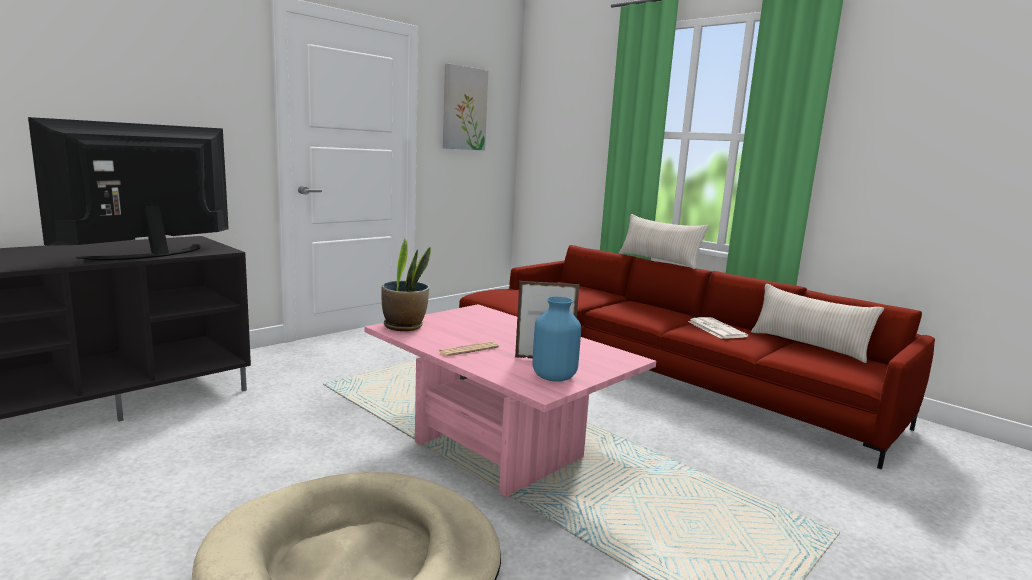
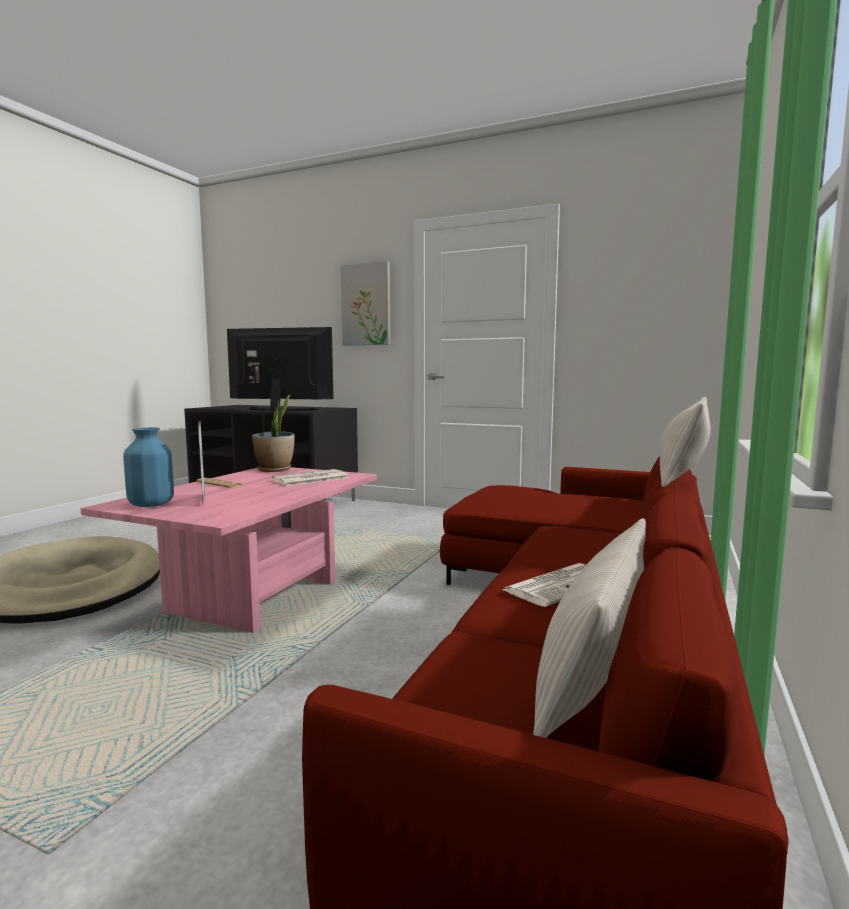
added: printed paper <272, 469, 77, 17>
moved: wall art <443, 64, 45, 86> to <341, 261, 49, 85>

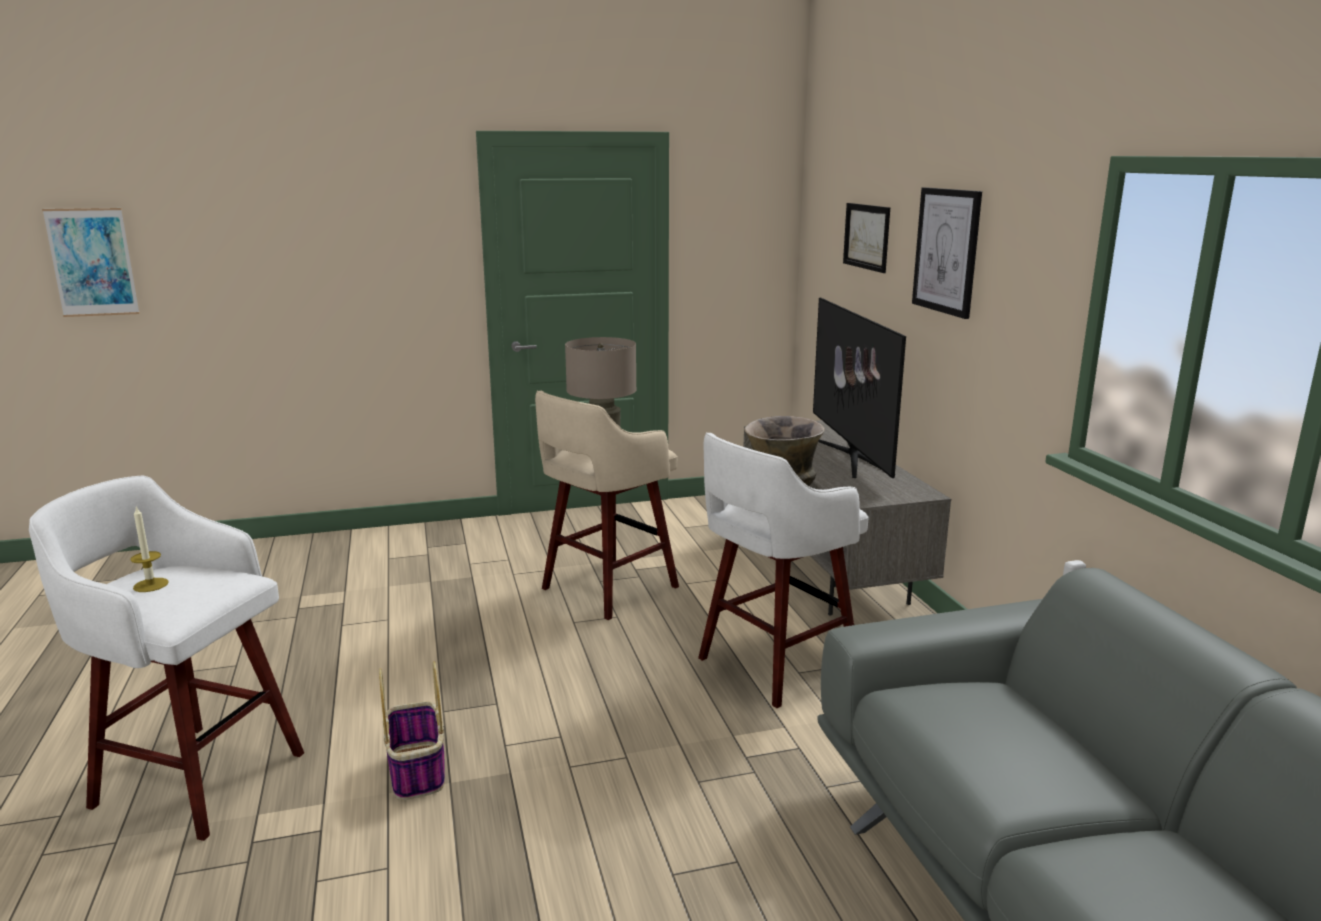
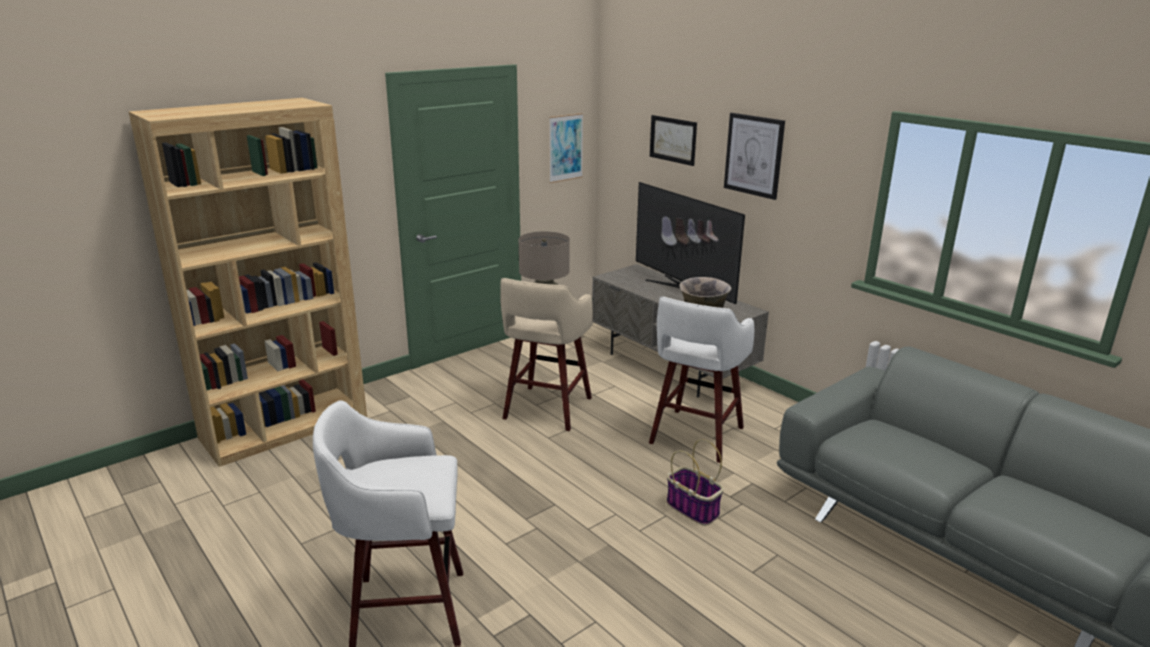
removed: candle <130, 506, 39, 86>
added: brownish shelving unit <129, 98, 238, 369>
moved: wall art <42, 208, 98, 109> to <549, 113, 34, 70>; storage basket <379, 661, 66, 139> to <667, 439, 57, 87>

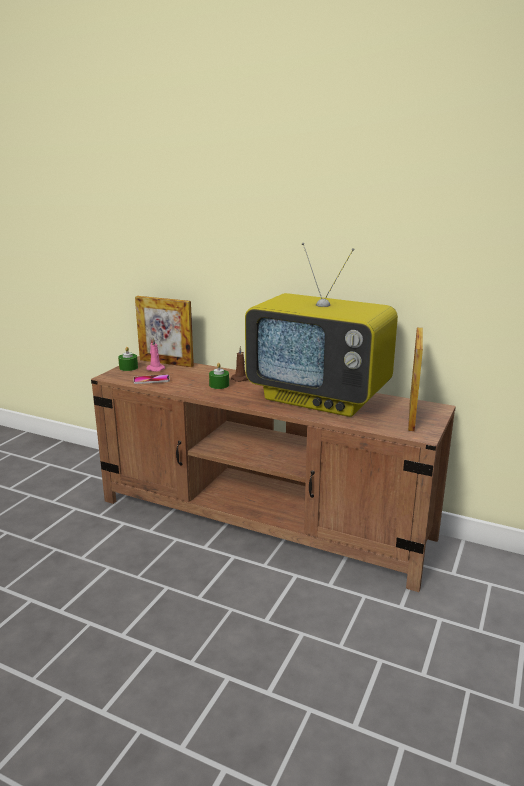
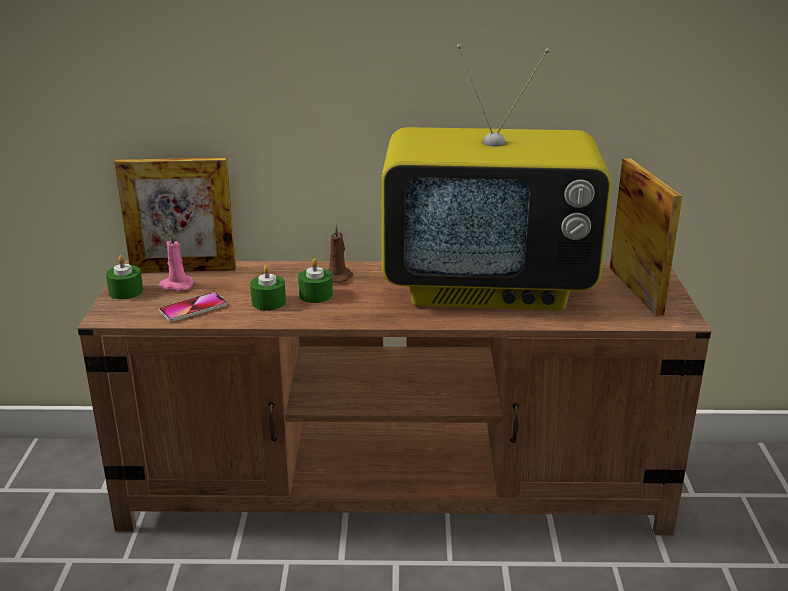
added: green-coloured candle <250, 265, 36, 45>

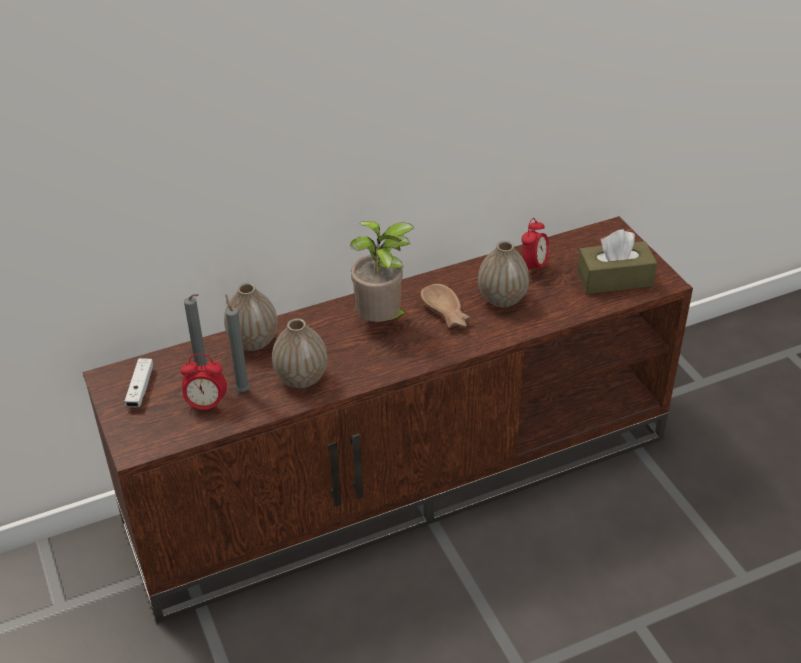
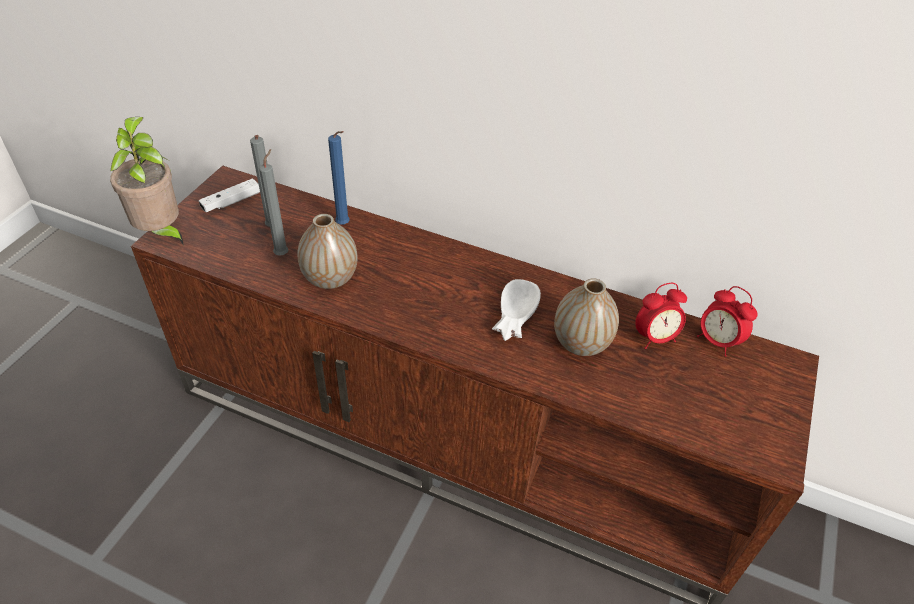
removed: brownish box of tissues <577, 229, 80, 65>
moved: potted plant <350, 221, 64, 101> to <110, 117, 74, 129>; alarm clock <181, 354, 46, 59> to <697, 286, 61, 70>
replaced: vase <224, 283, 54, 68> to blue-coloured candle <328, 131, 22, 94>
recoloured: brownish serving bowl <421, 284, 50, 44> to whitish serving bowl <492, 279, 49, 62>

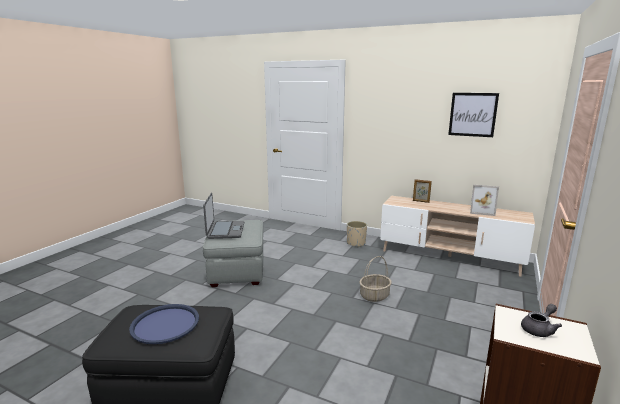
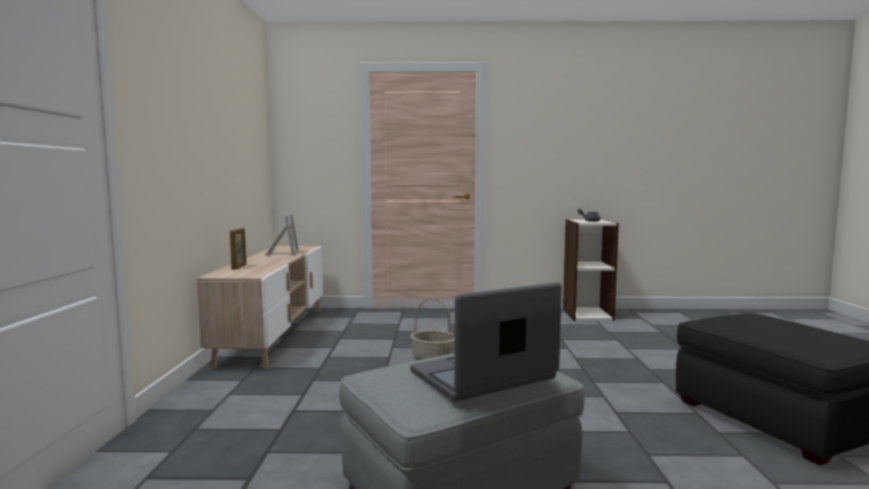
removed: blue-coloured serving tray <129, 304, 70, 40>; beige-coloured plant pot <347, 221, 20, 26>; wall art <448, 93, 51, 44>

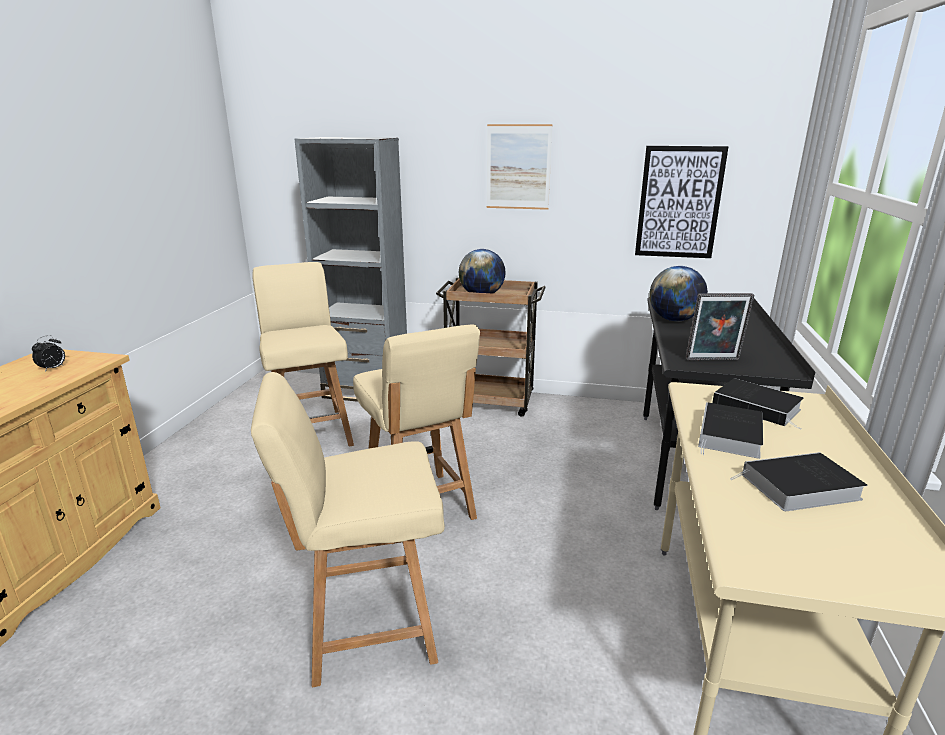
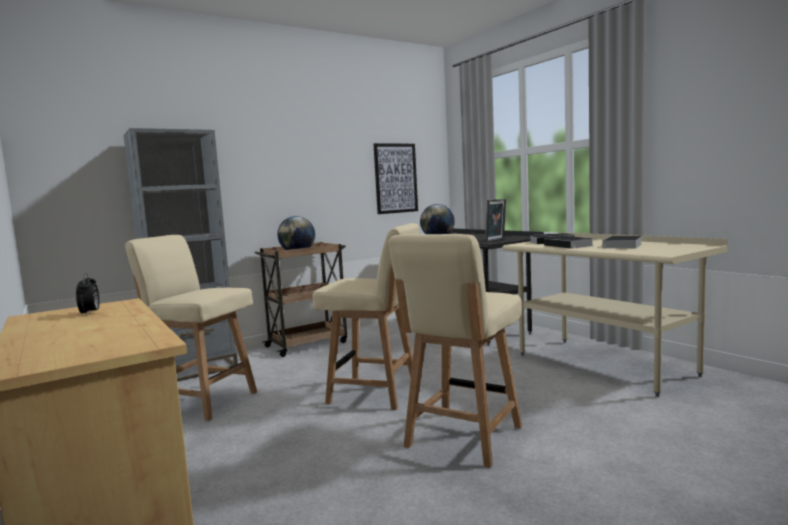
removed: wall art <487, 124, 66, 86>

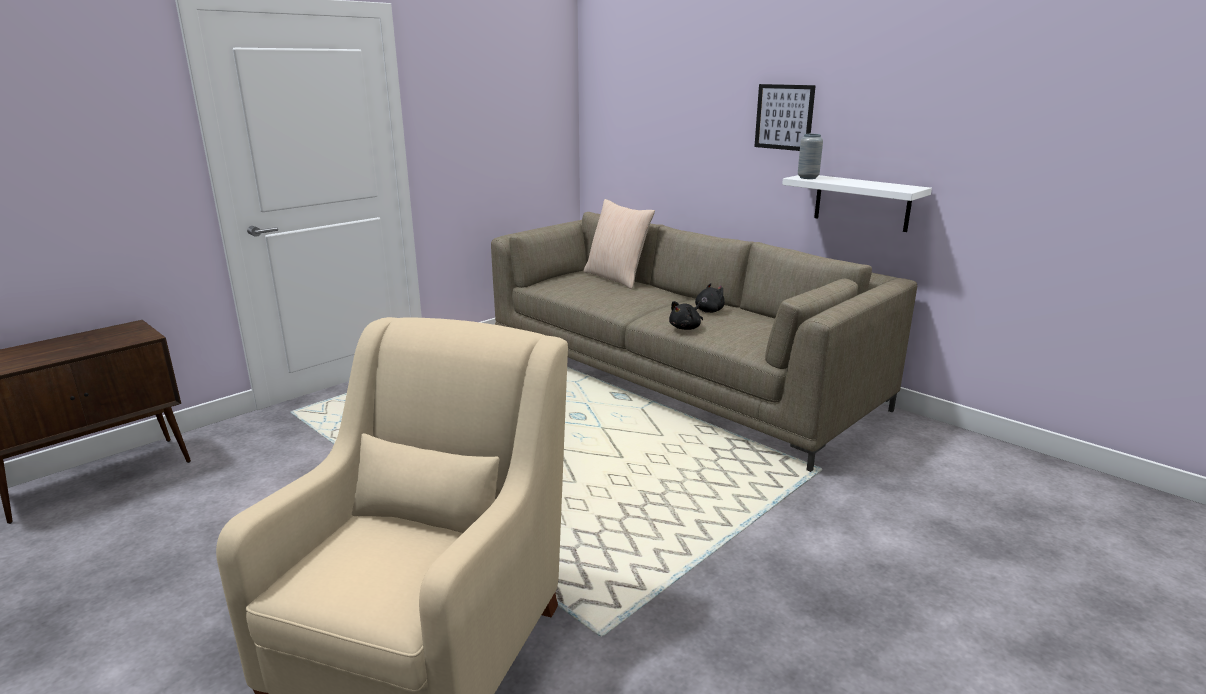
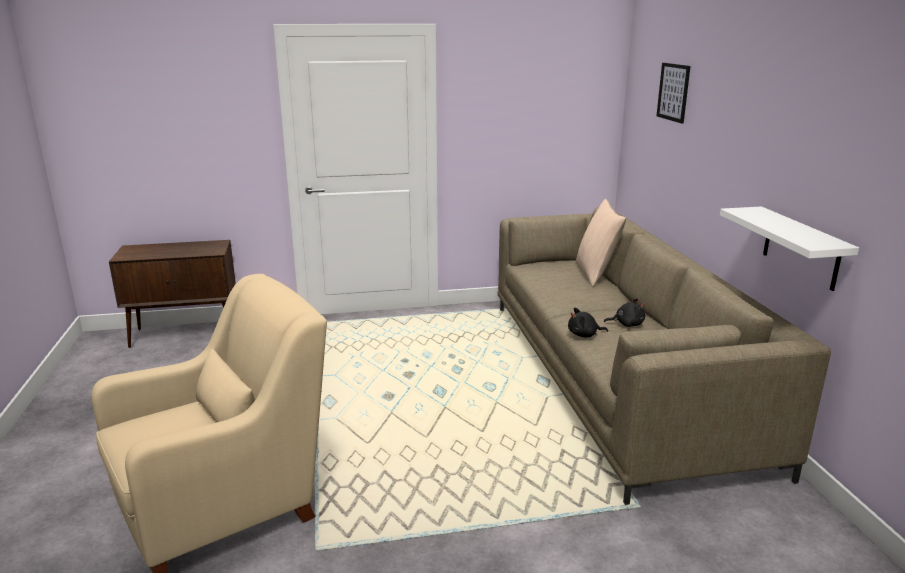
removed: grey vase <798, 134, 25, 45>
moved: wall art <754, 84, 62, 67> to <657, 63, 34, 60>

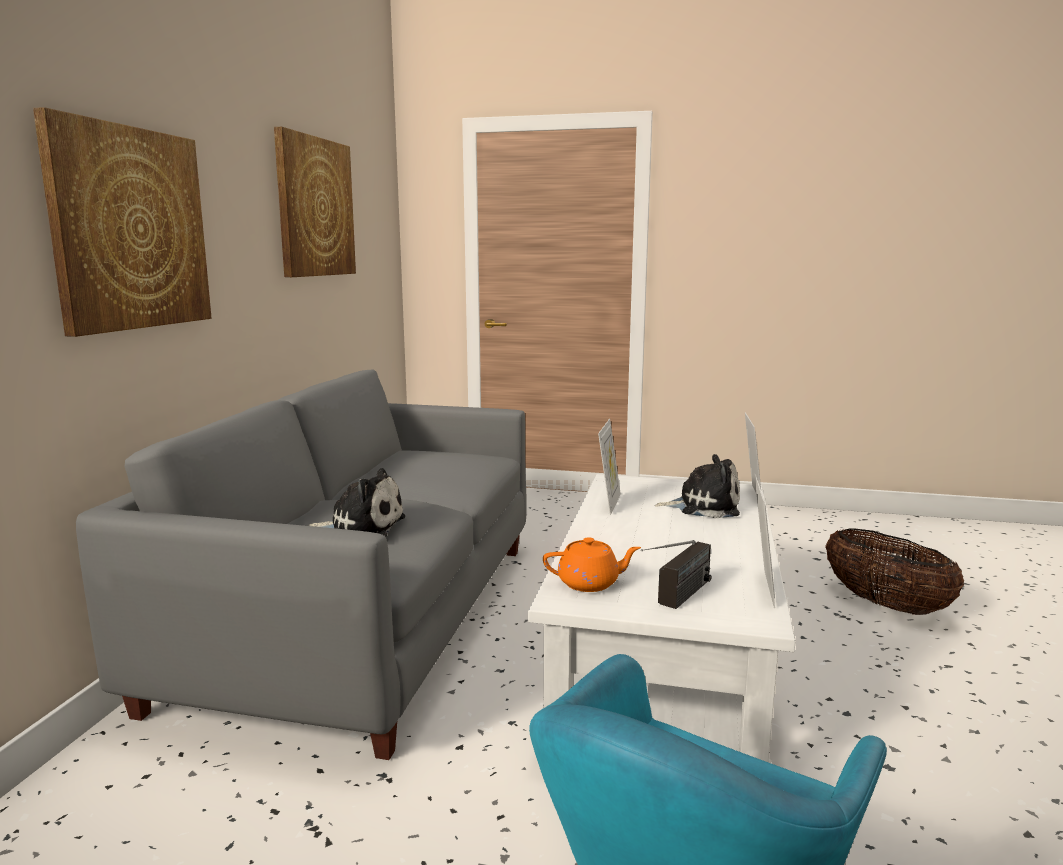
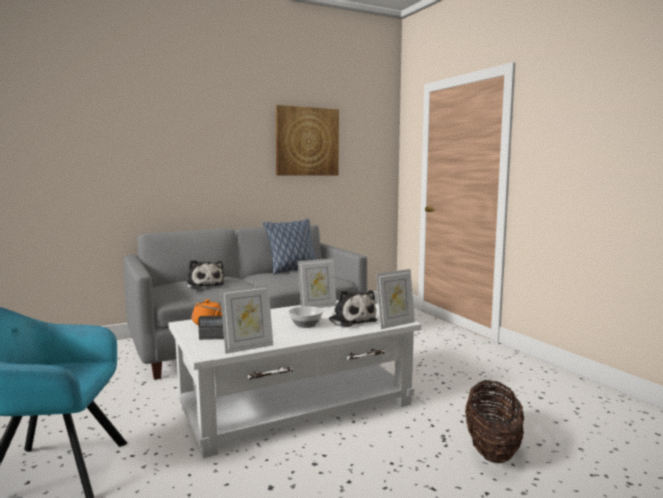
removed: wall art <33, 107, 179, 230>
added: throw pillow <263, 219, 54, 56>; serving bowl <288, 306, 35, 22>

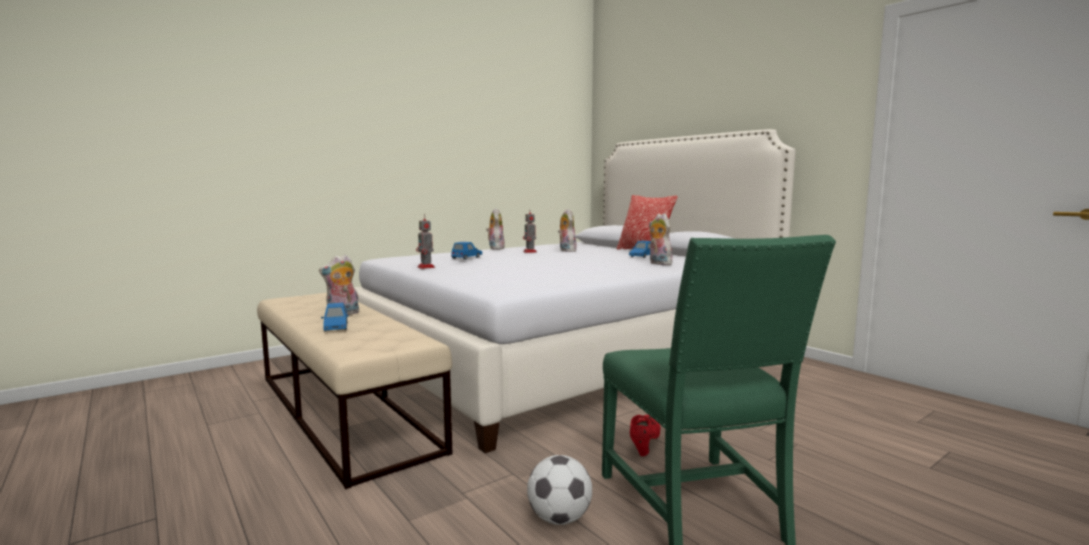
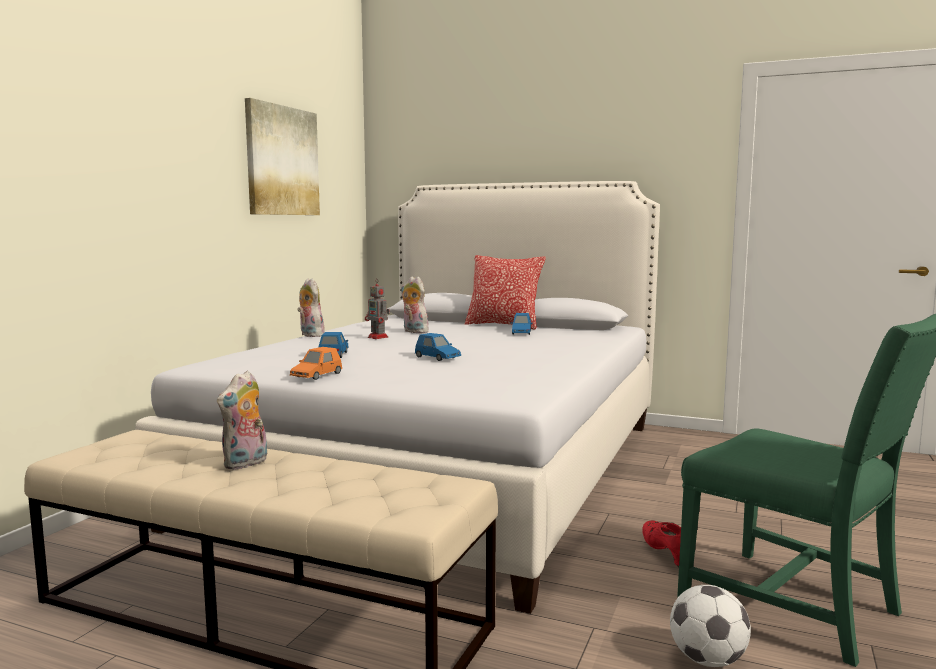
removed: cuddly toy <649, 213, 23, 52>
added: wall art <245, 98, 75, 117>
moved: blue-coloured toy car <321, 303, 28, 28> to <415, 333, 46, 28>
replaced: robot figure <416, 214, 19, 55> to orangey toy car <290, 347, 52, 33>

